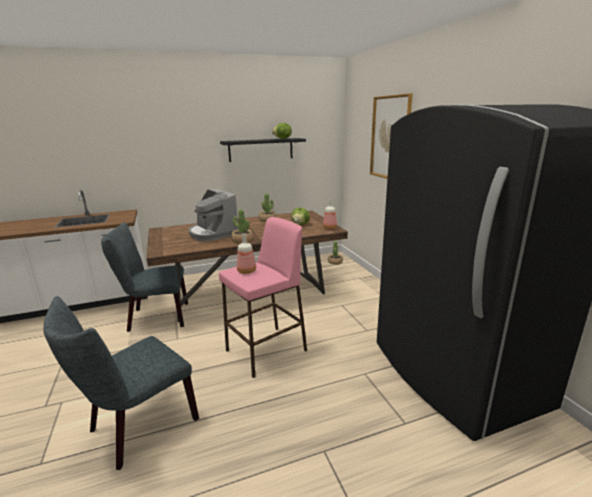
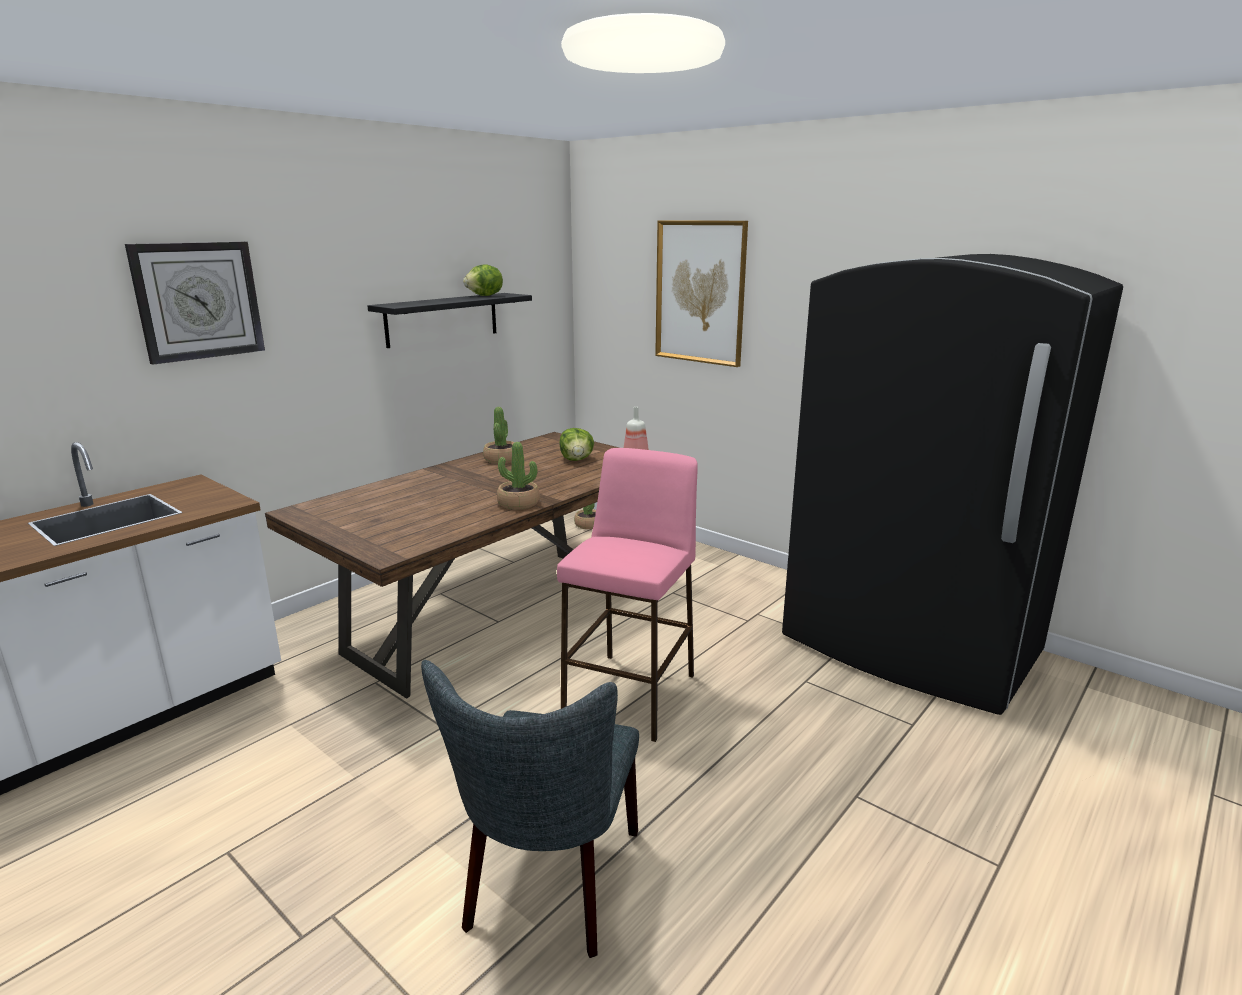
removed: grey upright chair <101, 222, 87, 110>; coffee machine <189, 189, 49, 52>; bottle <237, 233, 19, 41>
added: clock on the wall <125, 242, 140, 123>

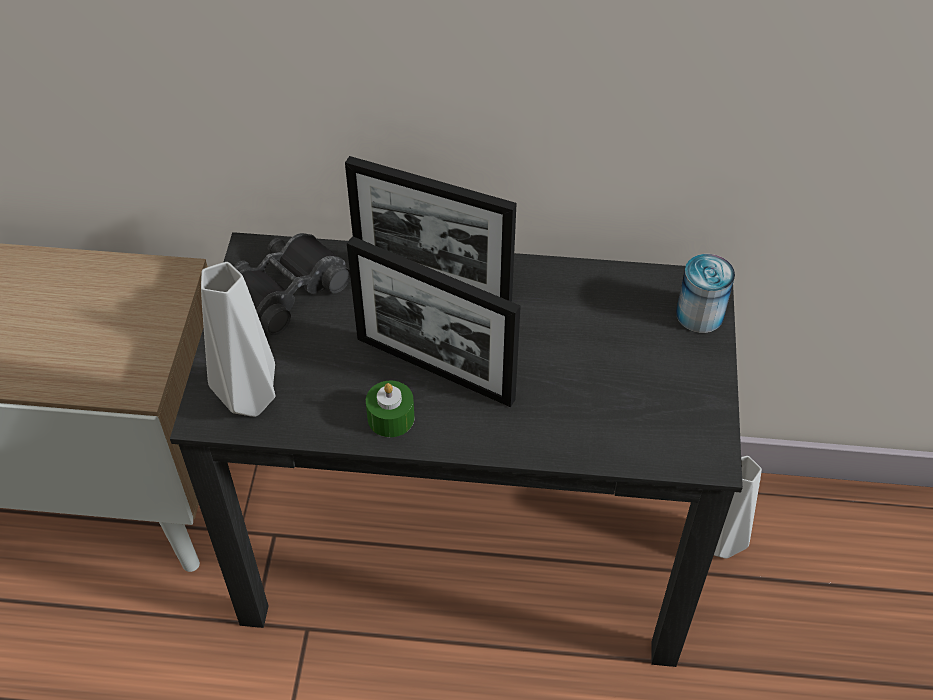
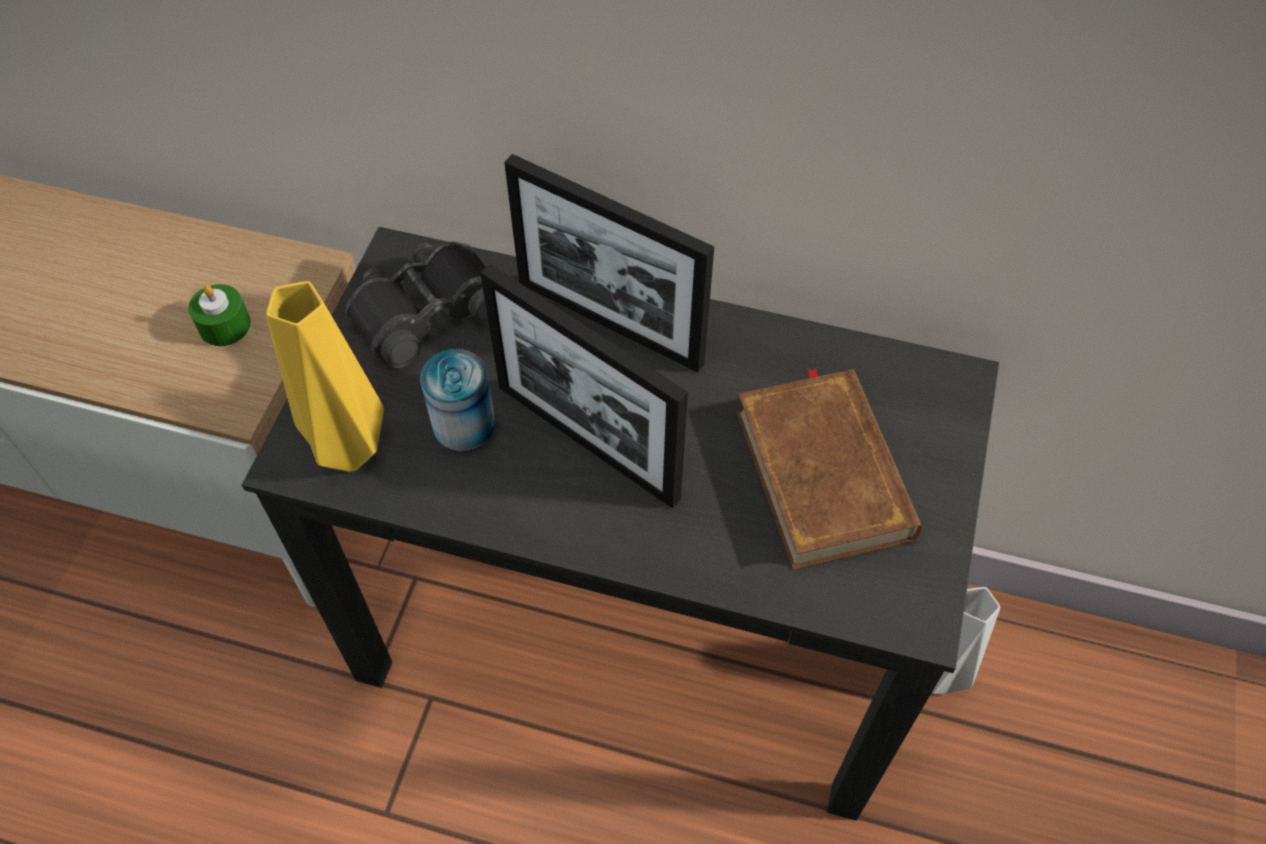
added: brownish book <736, 368, 186, 202>
moved: green-coloured candle <366, 381, 49, 56> to <188, 284, 63, 62>; can <676, 254, 59, 79> to <420, 349, 75, 102>
recoloured: grey vase <201, 262, 75, 155> to yellow-coloured vase <266, 281, 118, 191>

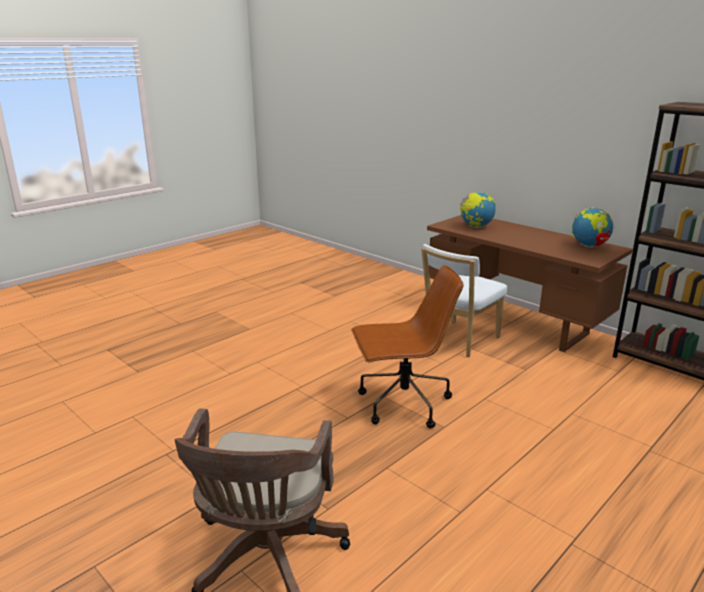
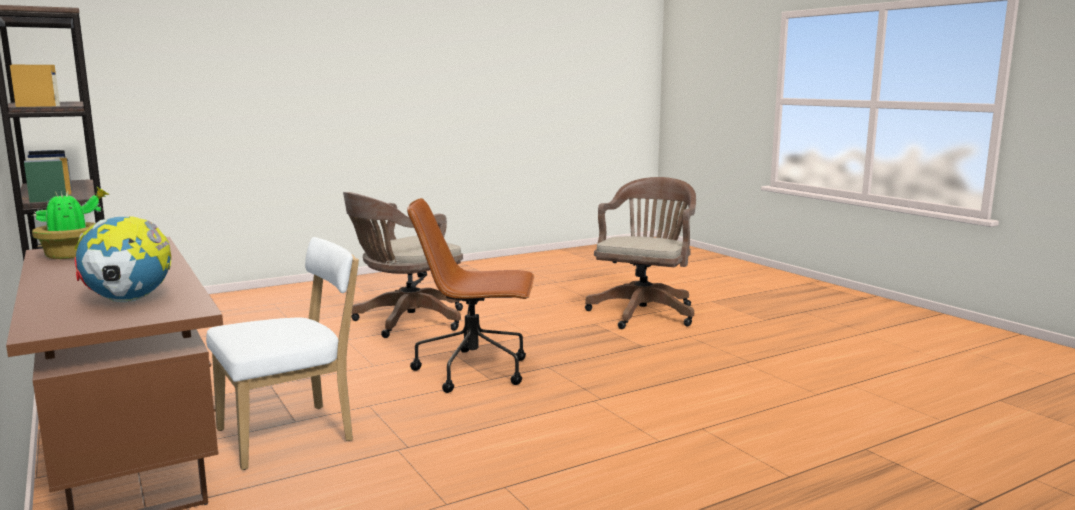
added: brownish office chair <343, 192, 120, 146>
replaced: world globe <572, 207, 43, 41> to potted plant <32, 187, 77, 72>

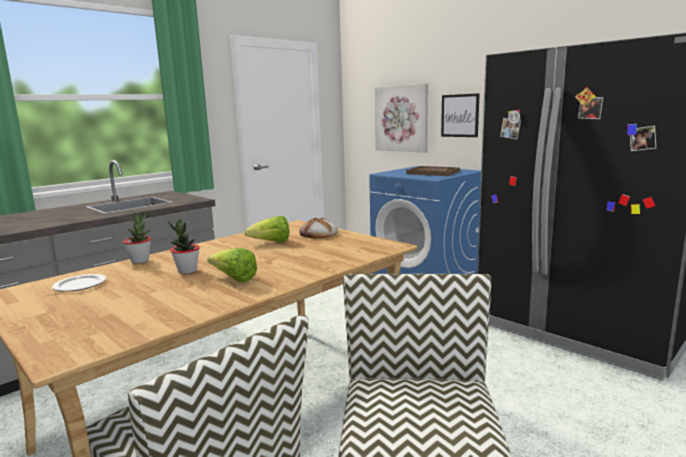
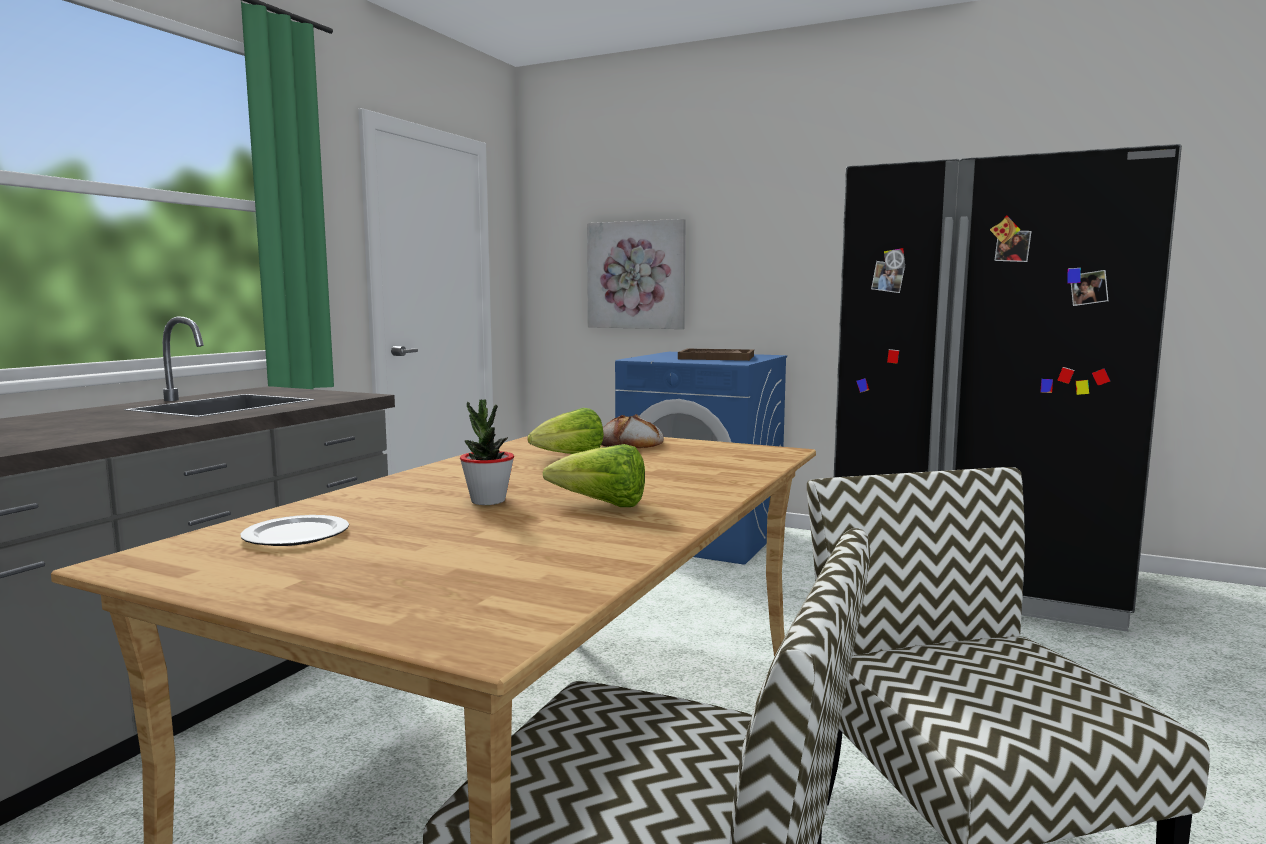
removed: potted plant <123, 212, 28, 51>; wall art <441, 93, 39, 44>

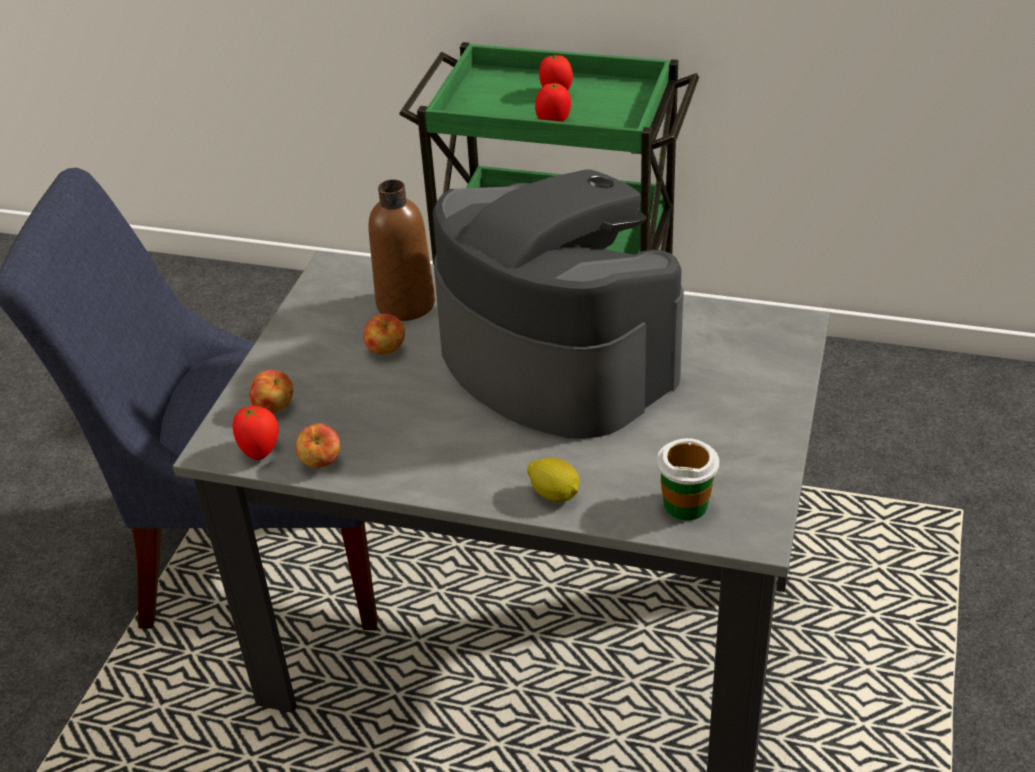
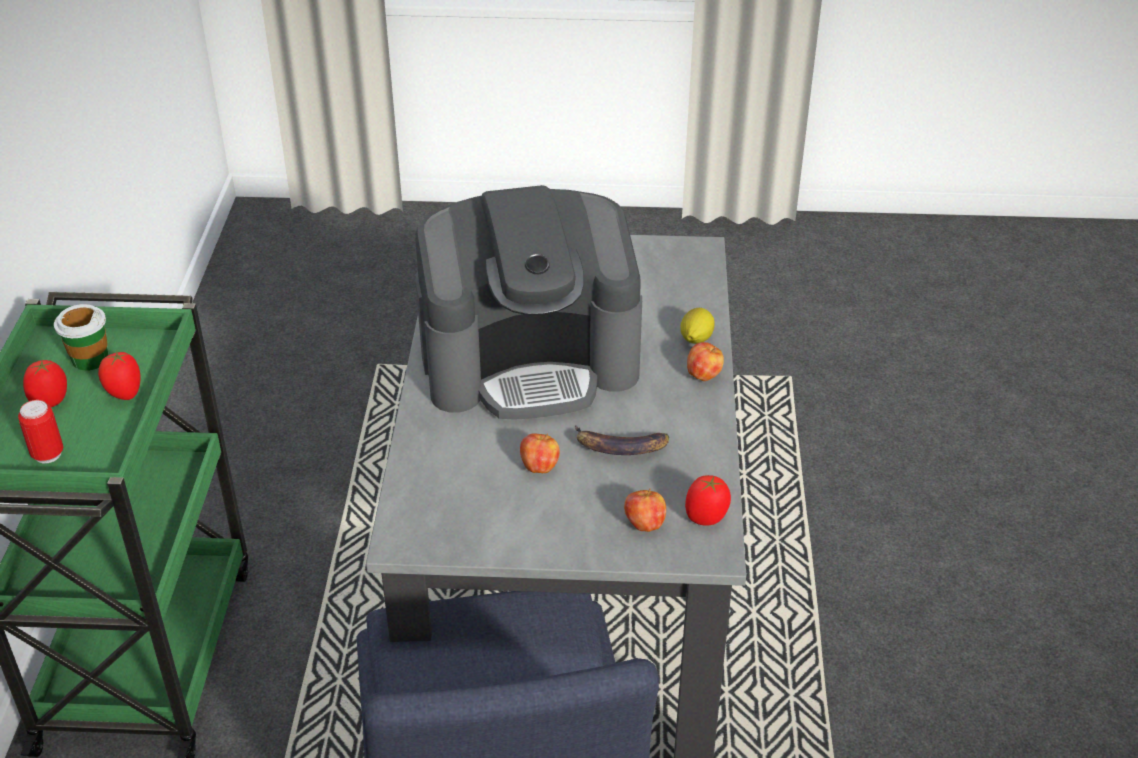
removed: brownish bottle <369, 179, 66, 142>
added: can <18, 400, 45, 63>; whole banana <575, 425, 94, 30>
moved: small cup <657, 438, 62, 83> to <54, 304, 54, 67>; apple <295, 423, 45, 45> to <687, 342, 37, 39>
turned: coffee machine <433, 169, 251, 270> = <415, 185, 227, 235> 135 degrees counterclockwise

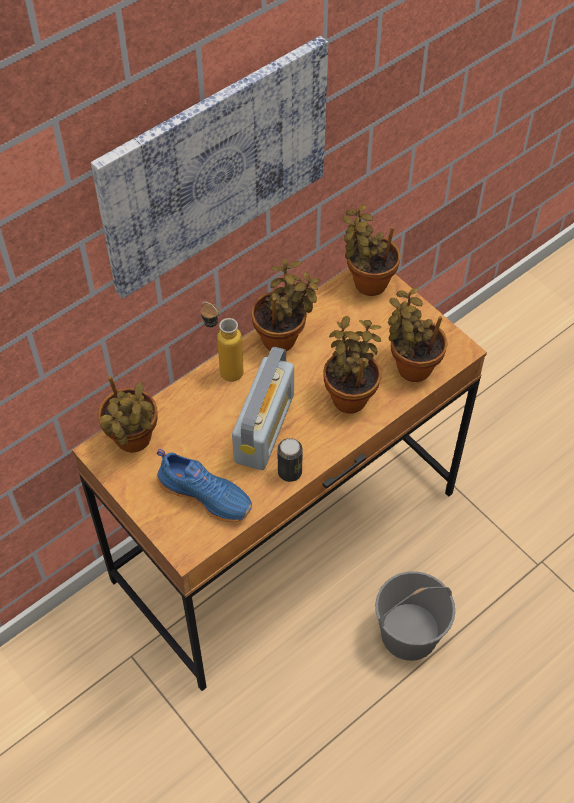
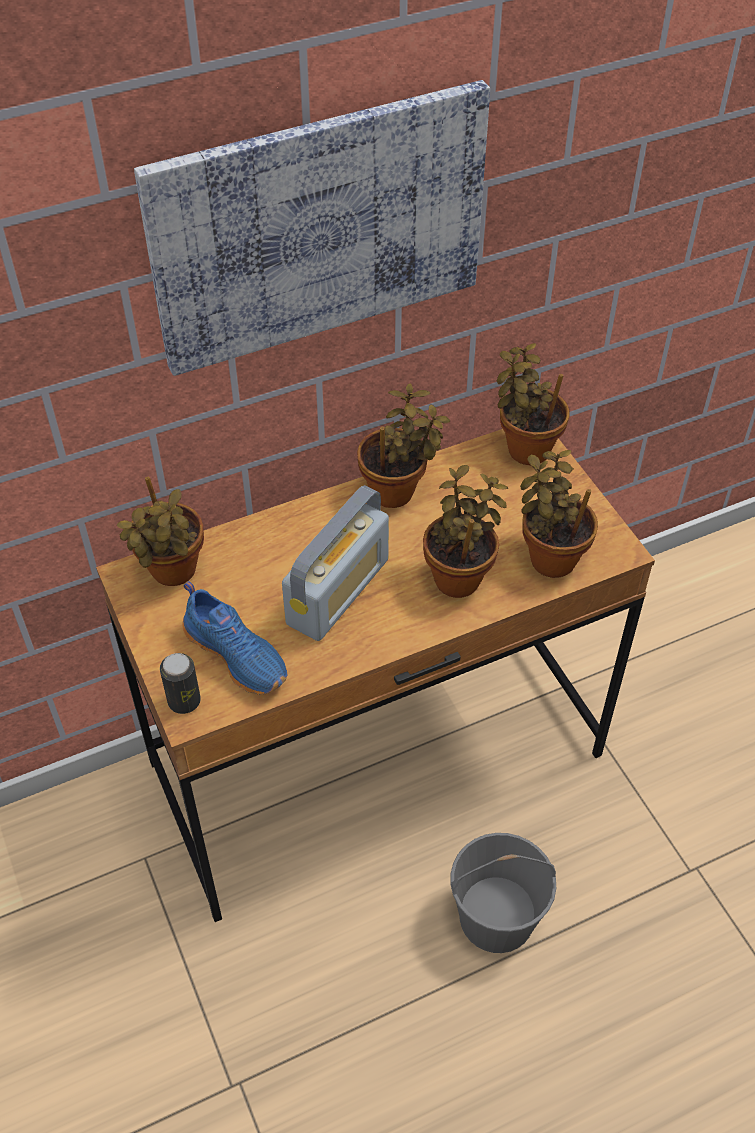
removed: bottle <201, 302, 42, 80>
moved: can <277, 438, 26, 44> to <160, 653, 41, 61>

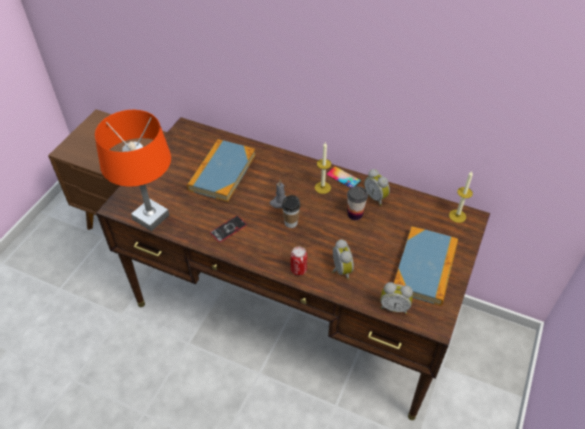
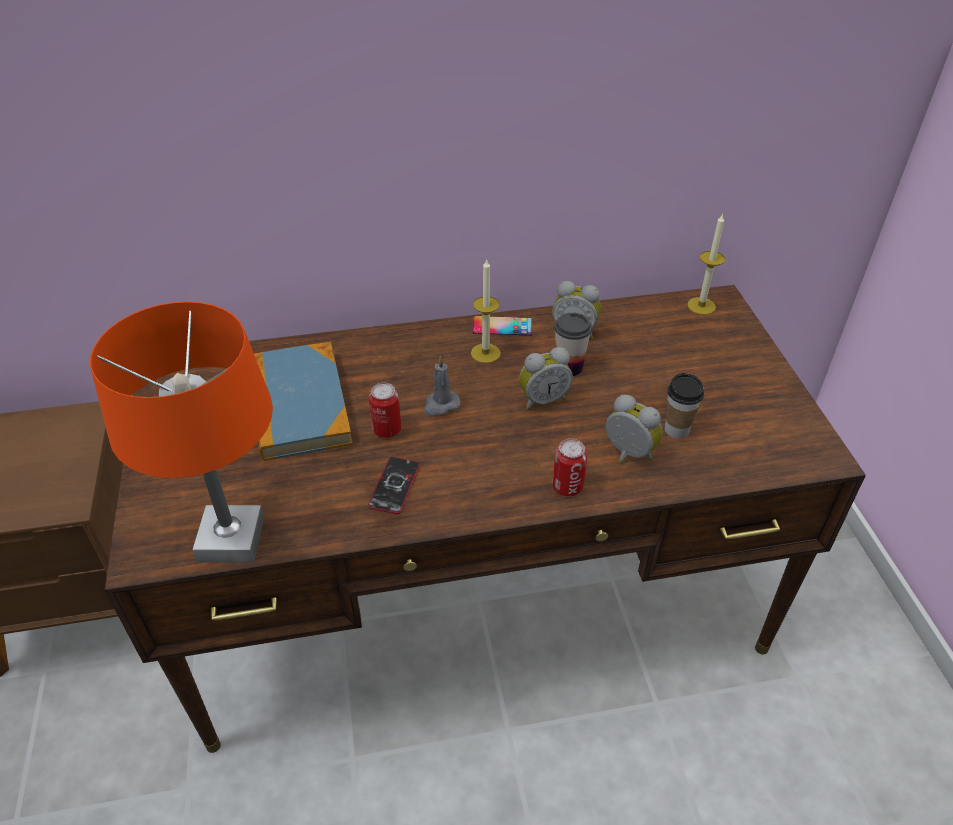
removed: book <394, 226, 64, 80>
added: can <369, 383, 32, 55>
moved: alarm clock <380, 282, 33, 32> to <519, 347, 54, 63>; small cup <282, 195, 18, 33> to <665, 373, 39, 66>

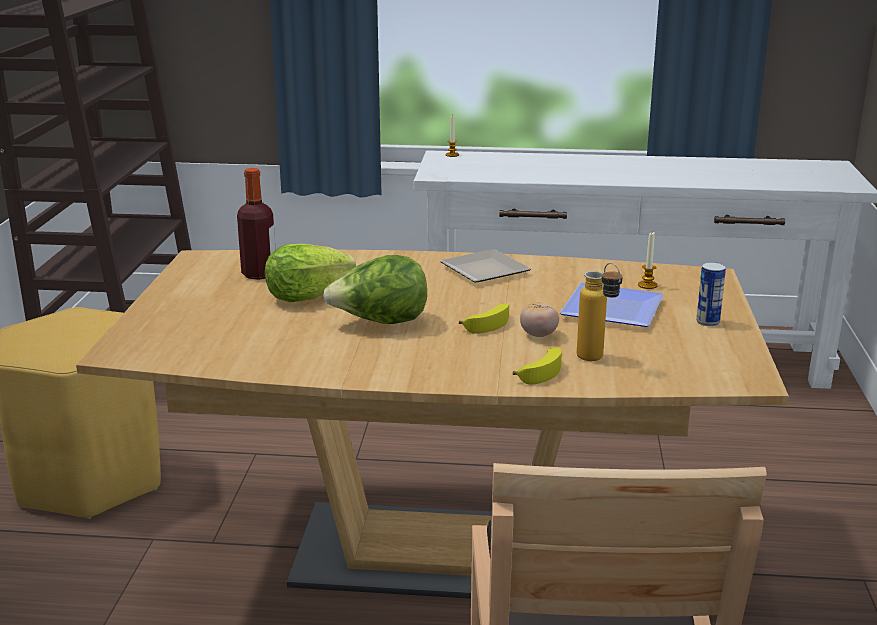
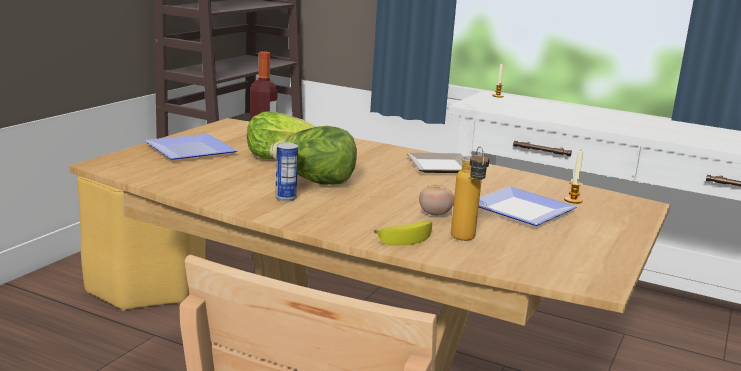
removed: whole banana <459, 304, 50, 30>
added: dinner plate <145, 134, 93, 26>
moved: can <696, 262, 30, 64> to <275, 143, 23, 58>

